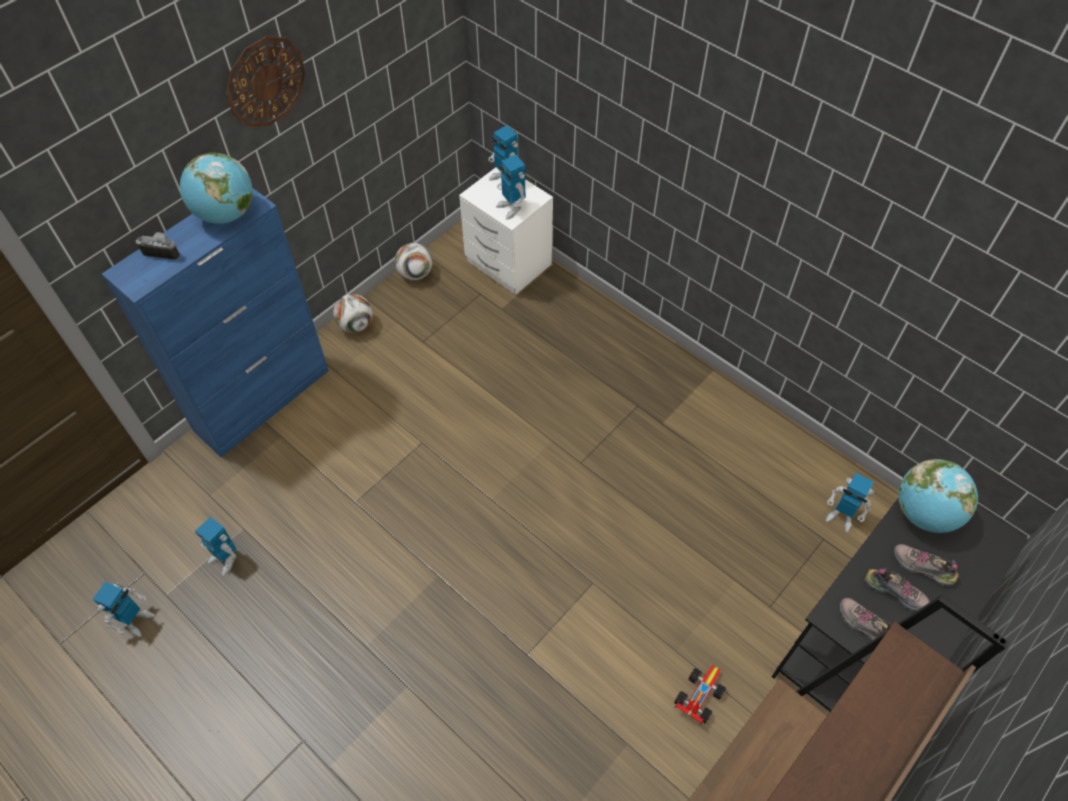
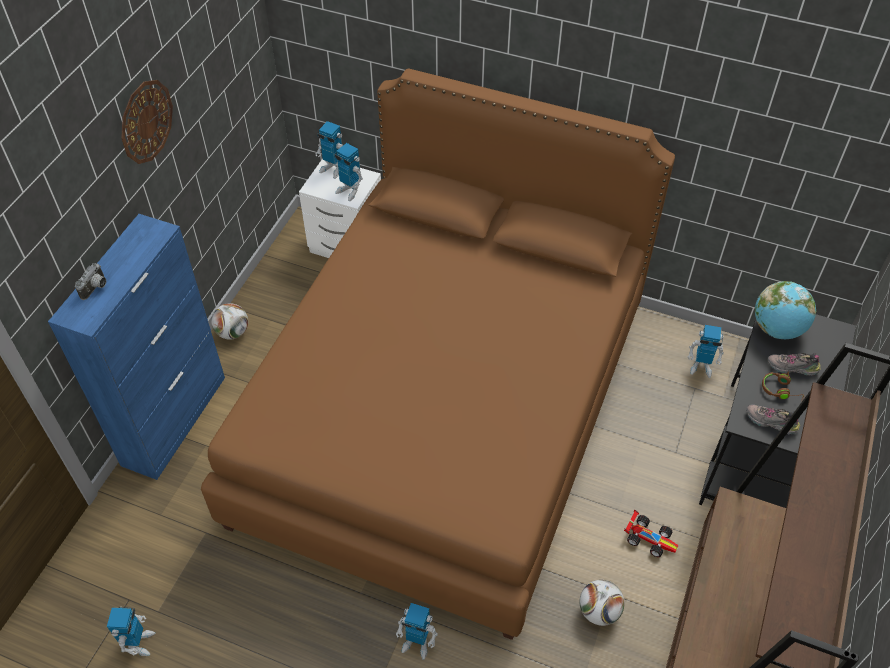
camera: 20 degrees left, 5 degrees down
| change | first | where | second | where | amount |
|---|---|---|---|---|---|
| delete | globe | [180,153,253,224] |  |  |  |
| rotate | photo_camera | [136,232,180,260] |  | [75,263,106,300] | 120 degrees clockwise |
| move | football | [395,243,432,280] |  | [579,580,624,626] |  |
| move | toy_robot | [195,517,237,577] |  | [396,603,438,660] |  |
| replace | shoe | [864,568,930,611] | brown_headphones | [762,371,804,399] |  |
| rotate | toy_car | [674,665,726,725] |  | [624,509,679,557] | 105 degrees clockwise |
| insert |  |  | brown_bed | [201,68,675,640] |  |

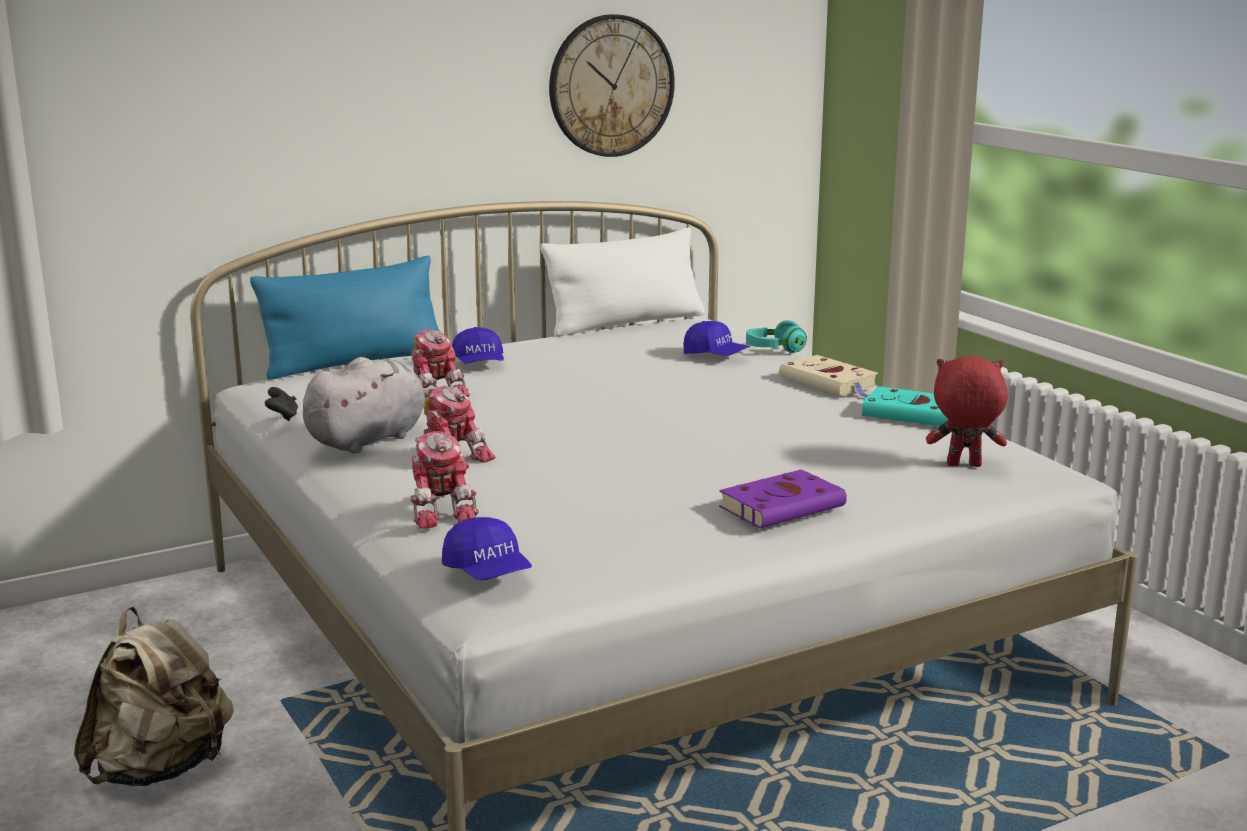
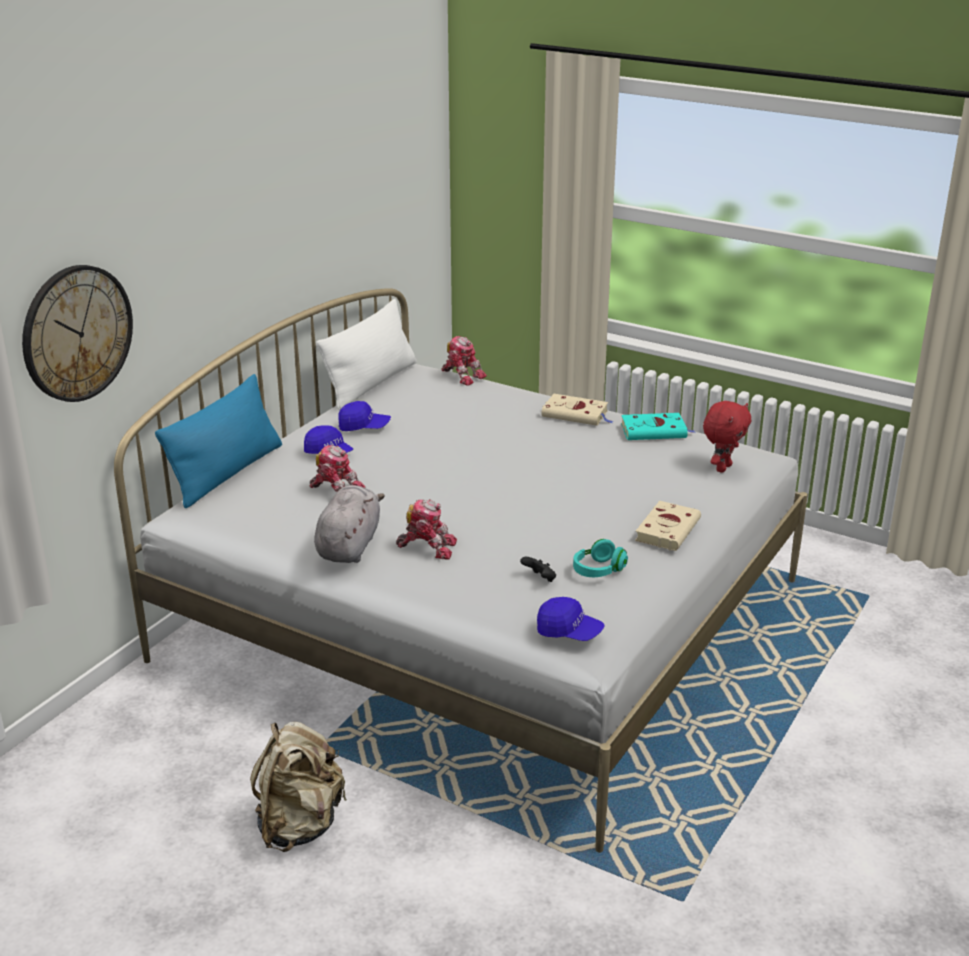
camera: 30 degrees left, 10 degrees up
| change | first | where | second | where | amount |
|---|---|---|---|---|---|
| move | wall_clock | [549,14,675,157] |  | [22,265,133,402] |  |
| move | turquoise_headphones | [746,320,807,353] |  | [573,539,628,577] |  |
| move | blue_cap | [684,321,750,356] |  | [338,401,391,431] |  |
| rotate | red_plush_toy | [926,356,1008,467] |  | [703,401,751,473] | 150 degrees clockwise |
| move | black_game_controller | [265,387,298,421] |  | [520,557,556,582] |  |
| move | toy_robot | [410,431,479,529] |  | [442,336,487,386] |  |
| recolor | purple_book | [719,469,847,529] | beige_book | [635,501,701,551] |  |

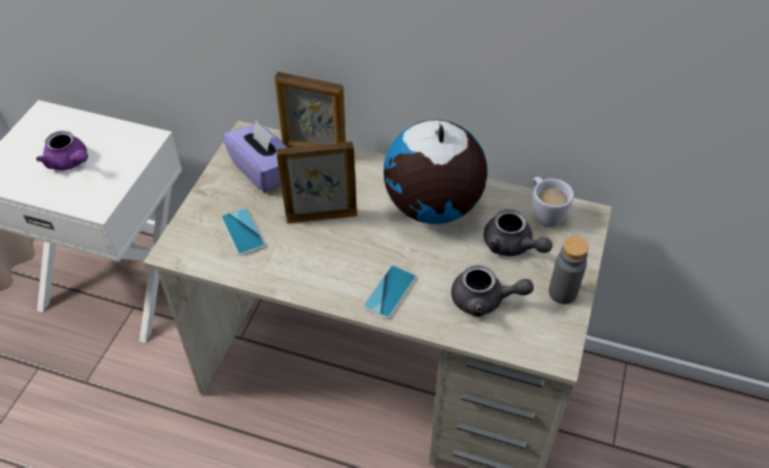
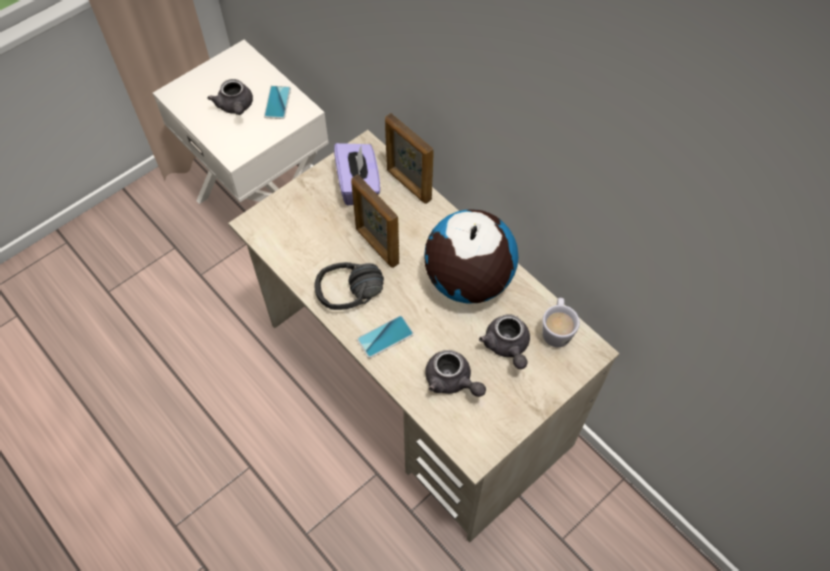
camera: 30 degrees right, 10 degrees up
| change | first | where | second | where | amount |
|---|---|---|---|---|---|
| recolor | purple_teapot | [36,131,88,170] | grey_teapot | [208,79,253,115] |  |
| rotate | picture_frame | [276,141,357,224] |  | [351,174,399,268] | 150 degrees counterclockwise |
| move | phone | [221,208,265,256] |  | [264,86,291,119] |  |
| delete | grey_bottle | [549,237,588,304] |  |  |  |
| insert |  |  | black_headphones | [314,262,384,310] |  |

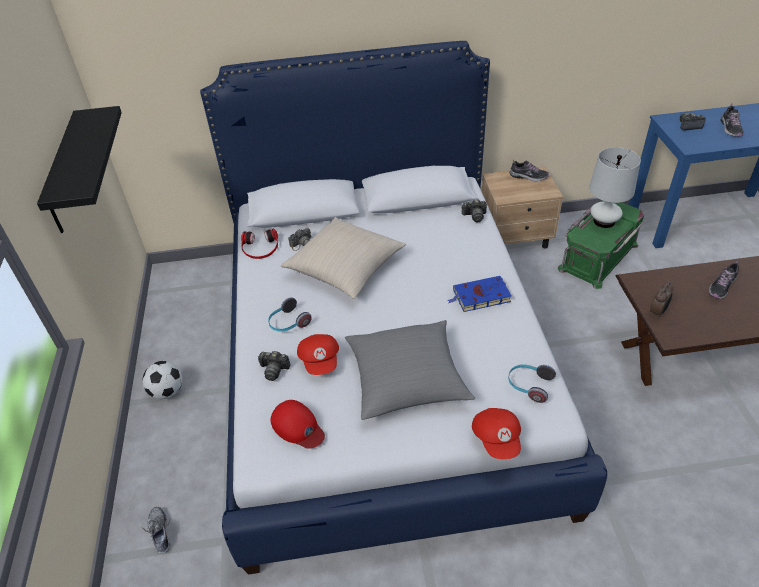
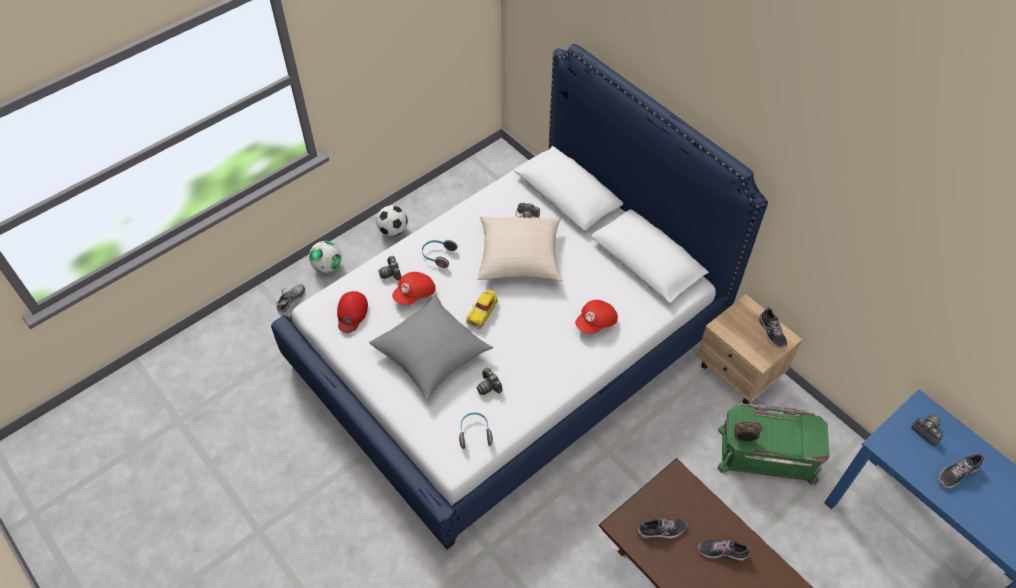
camera: 55 degrees right, 10 degrees up
| change | first | where | second | where | amount |
|---|---|---|---|---|---|
| delete | black_shelf | [37,106,122,233] |  |  |  |
| delete | white_table_lamp | [589,147,641,228] |  |  |  |
| move | photo_camera | [462,199,487,222] |  | [476,368,503,395] |  |
| delete | headphones | [241,228,278,259] |  |  |  |
| delete | blue_book | [448,276,512,312] |  |  |  |
| move | alarm_clock | [650,282,674,319] |  | [734,420,763,442] |  |
| move | red_cap | [472,408,521,459] |  | [575,300,618,334] |  |
| insert |  |  | football | [309,241,342,273] |  |
| insert |  |  | toy_car | [466,290,498,329] |  |
| insert |  |  | shoe | [637,518,687,539] |  |

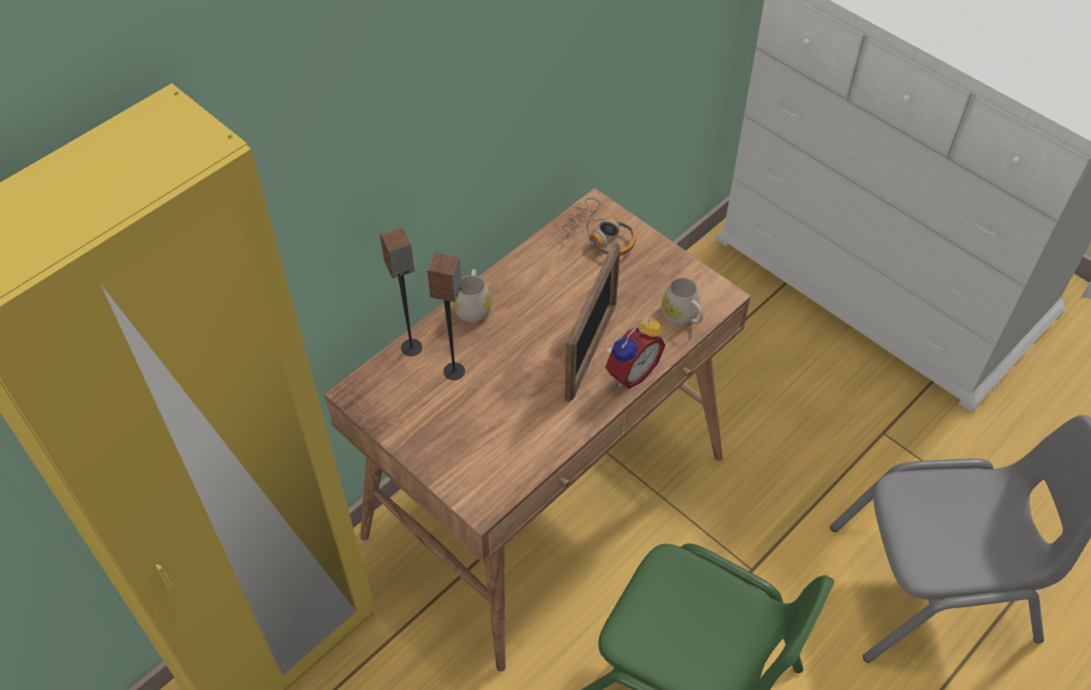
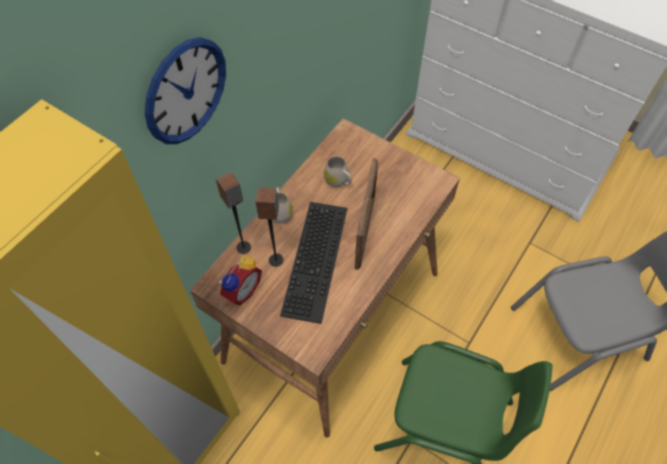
camera: 10 degrees left, 5 degrees up
| change | first | where | second | where | amount |
|---|---|---|---|---|---|
| delete | headphones | [562,198,636,256] |  |  |  |
| move | white_mug | [661,278,703,325] |  | [324,156,352,187] |  |
| move | alarm_clock | [605,317,666,389] |  | [219,255,262,306] |  |
| insert |  |  | wall_clock | [145,37,226,144] |  |
| insert |  |  | keyboard | [280,202,347,324] |  |

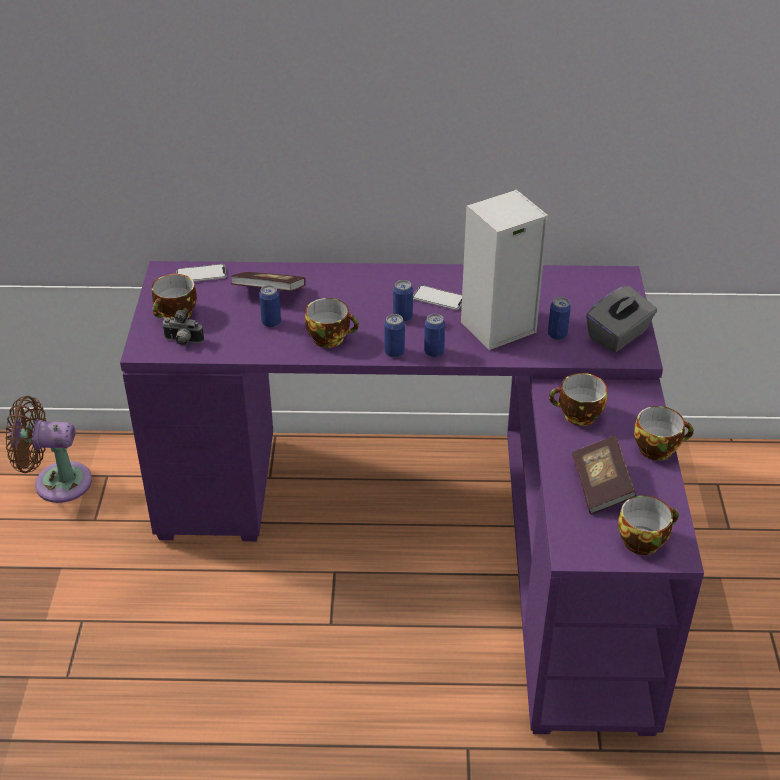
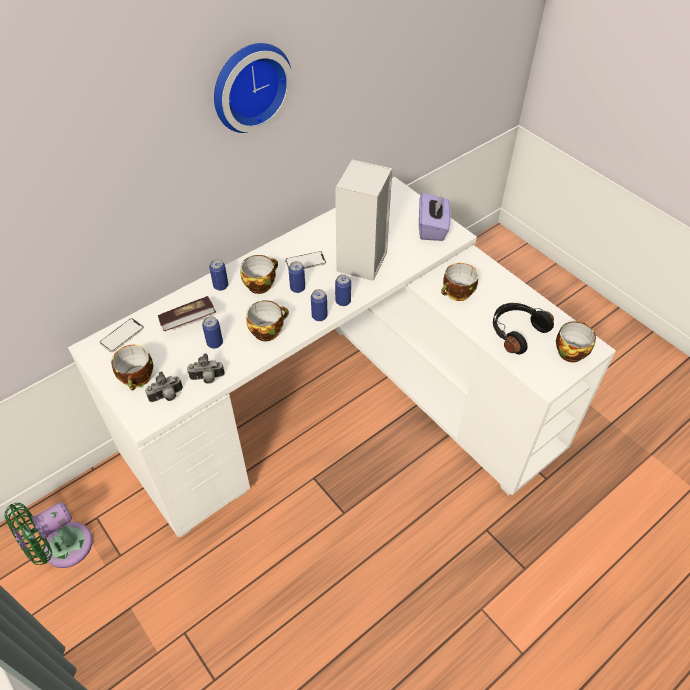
camera: 40 degrees left, 10 degrees up
| change | first | where | second | where | amount |
|---|---|---|---|---|---|
| recolor | purple_desk | [120,261,704,736] | white_desk | [68,177,616,537] |  |
| recolor | grey_tissue_box | [586,286,657,352] | purple_tissue_box | [419,193,451,241] |  |
| move | can | [548,297,571,340] |  | [209,259,228,291] |  |
| recolor | brown_fan | [5,396,92,503] | green_fan | [5,503,93,568] |  |
| move | cup | [634,406,694,461] |  | [240,255,278,294] |  |
| replace | book | [572,435,636,514] | black_headphones | [493,303,554,354] |  |
| insert |  |  | wall_clock | [214,43,293,133] |  |
| insert |  |  | photo_camera | [187,353,225,384] |  |

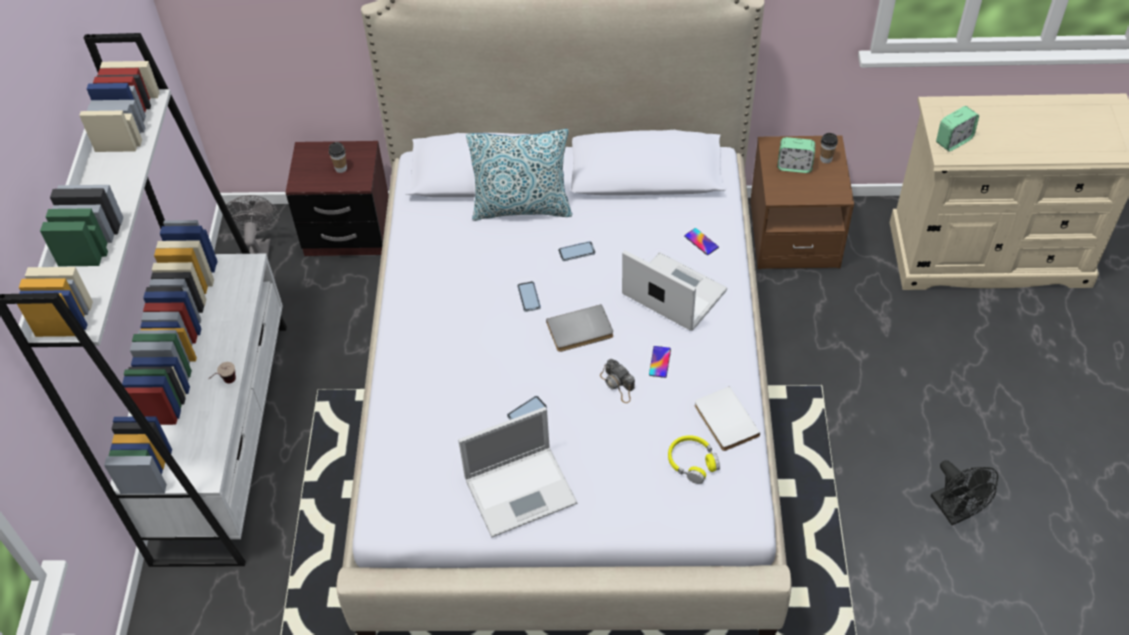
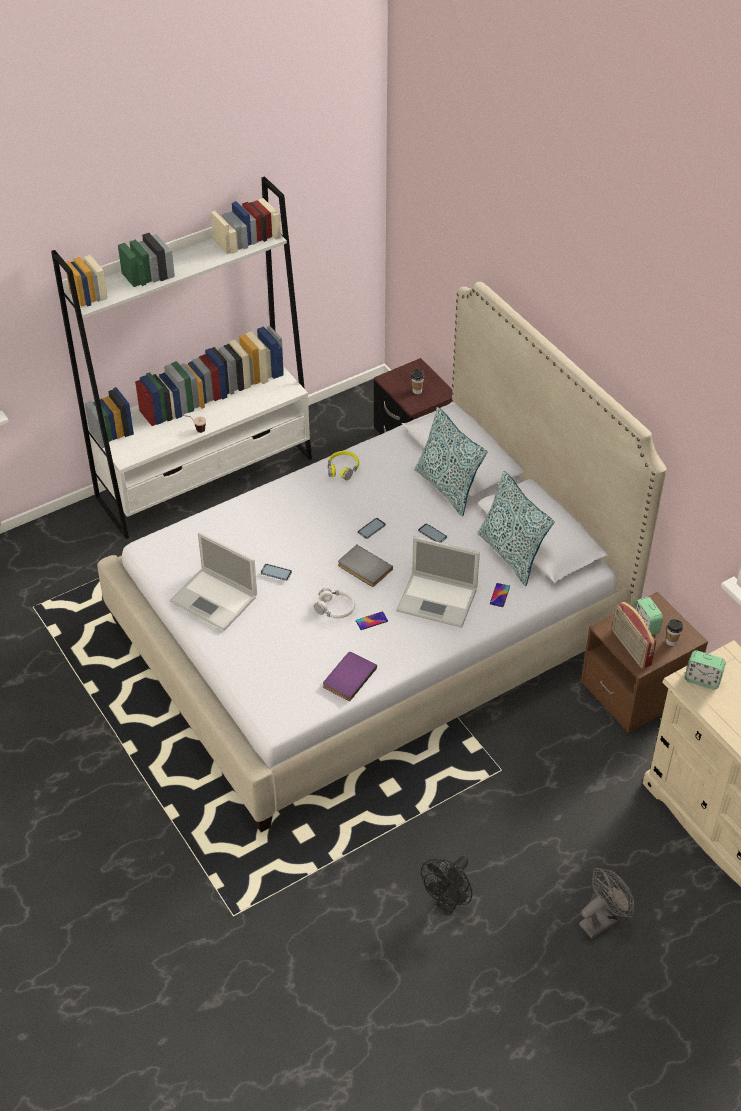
camera: 55 degrees right, 5 degrees down
| change | first | where | second | where | amount |
|---|---|---|---|---|---|
| move | grey_fan | [226,195,281,257] |  | [579,868,634,939] |  |
| rotate | laptop | [622,250,727,331] |  | [396,536,480,628] | 105 degrees clockwise |
| replace | photo_camera | [600,359,635,403] | white_headphones | [314,588,355,618] |  |
| recolor | white_book | [695,386,760,451] | purple_book | [323,652,377,701] |  |
| move | yellow_headphones | [668,435,720,484] |  | [328,451,359,480] |  |
| insert |  |  | pillow | [477,471,554,586] |  |
| insert |  |  | radio | [612,601,656,669] |  |

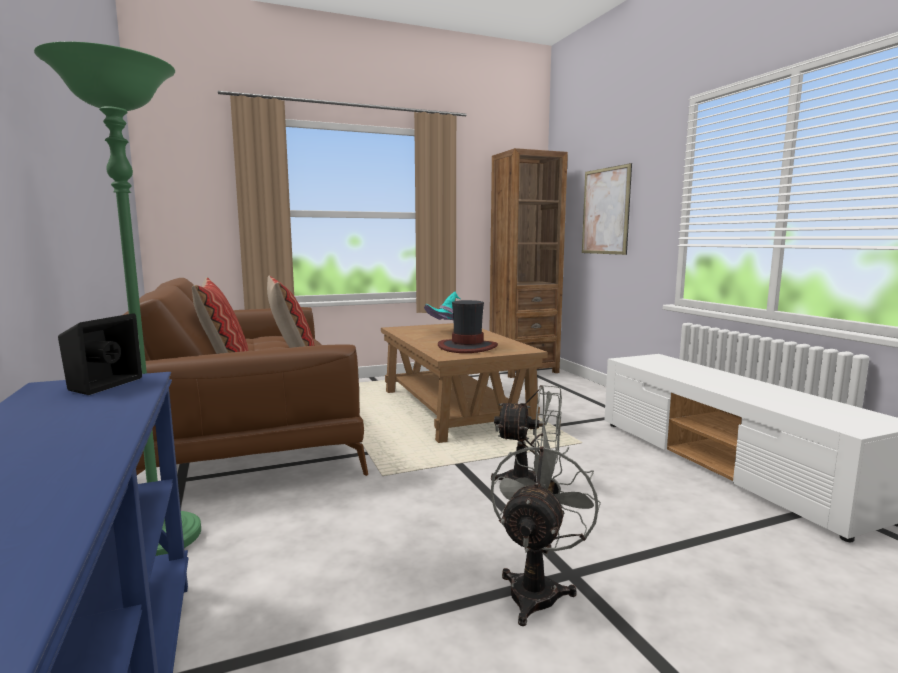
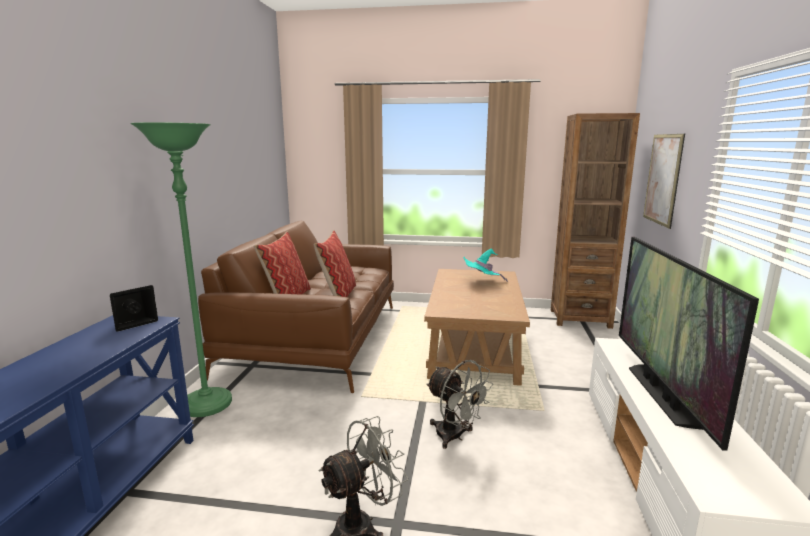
camera: 30 degrees right, 5 degrees up
| change | first | where | second | where | amount |
|---|---|---|---|---|---|
| delete | hat | [438,300,498,353] |  |  |  |
| insert |  |  | television | [619,237,759,451] |  |

